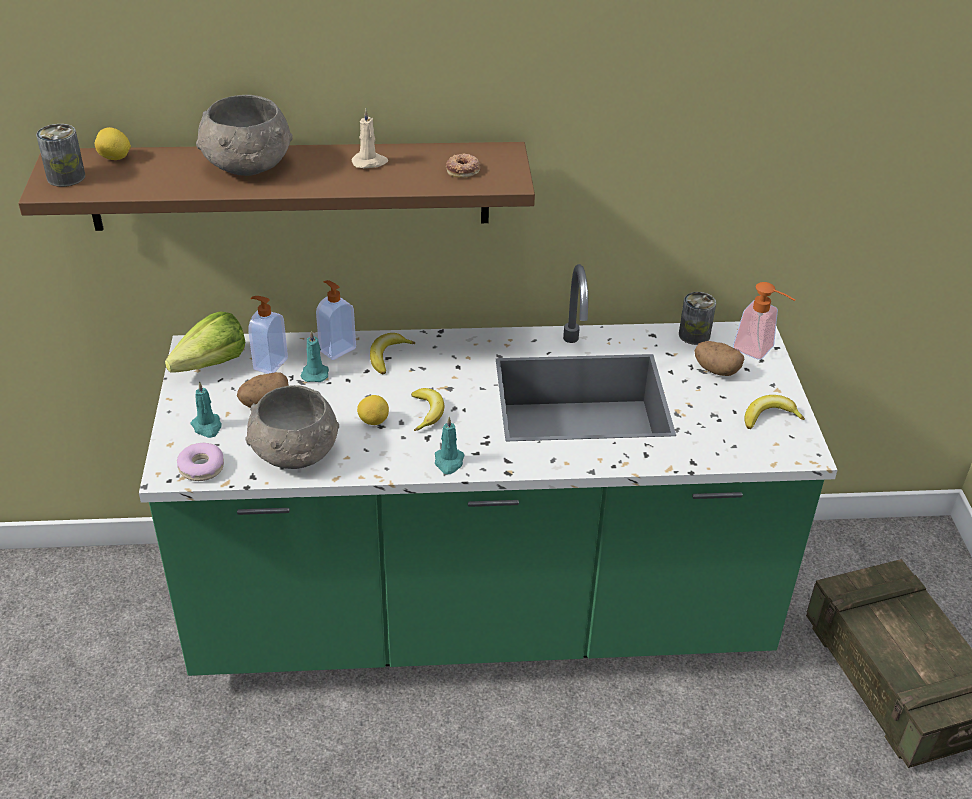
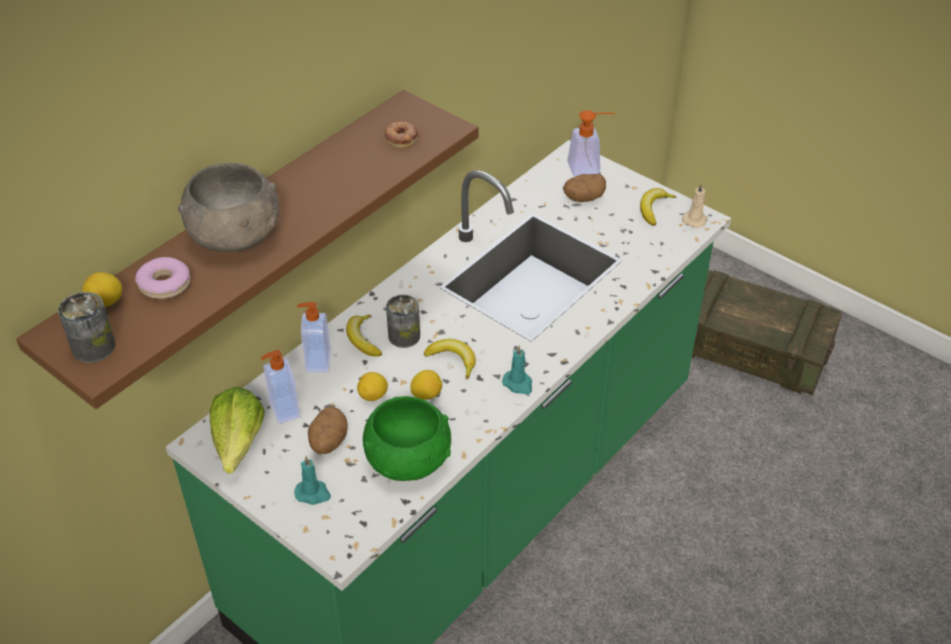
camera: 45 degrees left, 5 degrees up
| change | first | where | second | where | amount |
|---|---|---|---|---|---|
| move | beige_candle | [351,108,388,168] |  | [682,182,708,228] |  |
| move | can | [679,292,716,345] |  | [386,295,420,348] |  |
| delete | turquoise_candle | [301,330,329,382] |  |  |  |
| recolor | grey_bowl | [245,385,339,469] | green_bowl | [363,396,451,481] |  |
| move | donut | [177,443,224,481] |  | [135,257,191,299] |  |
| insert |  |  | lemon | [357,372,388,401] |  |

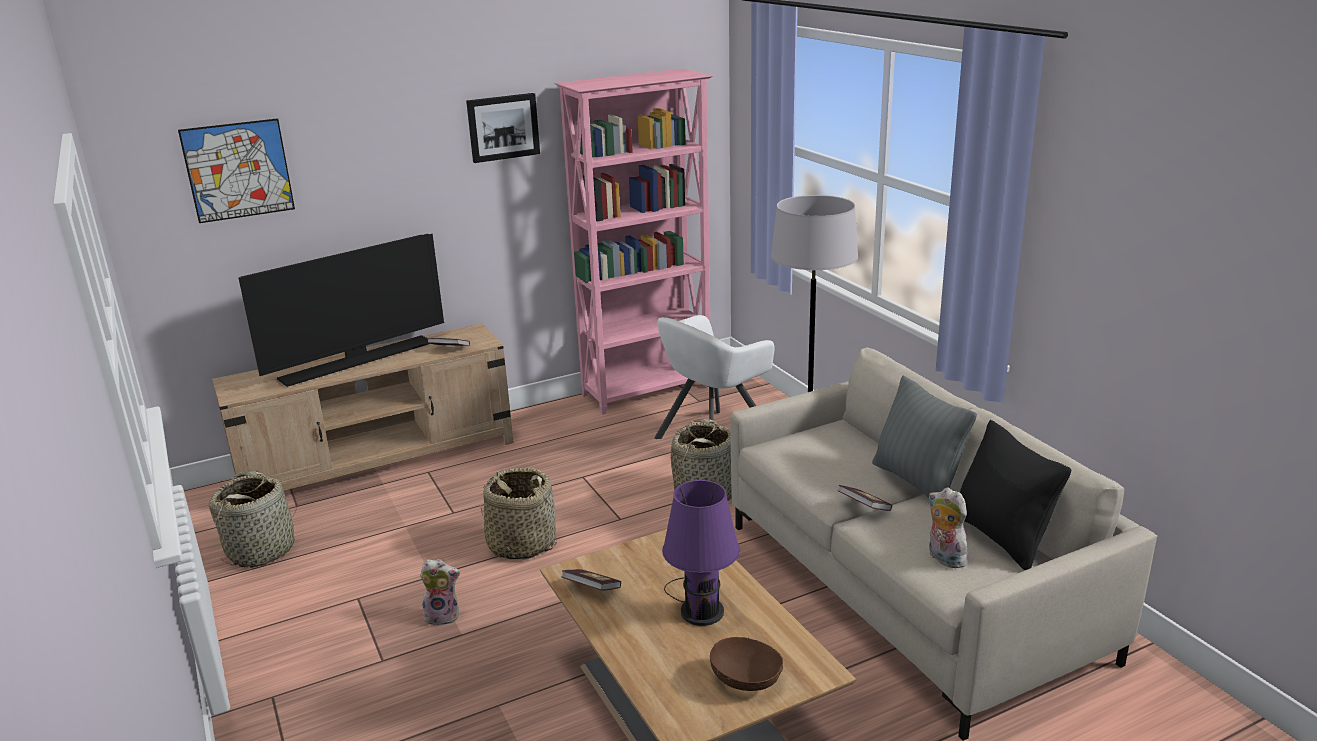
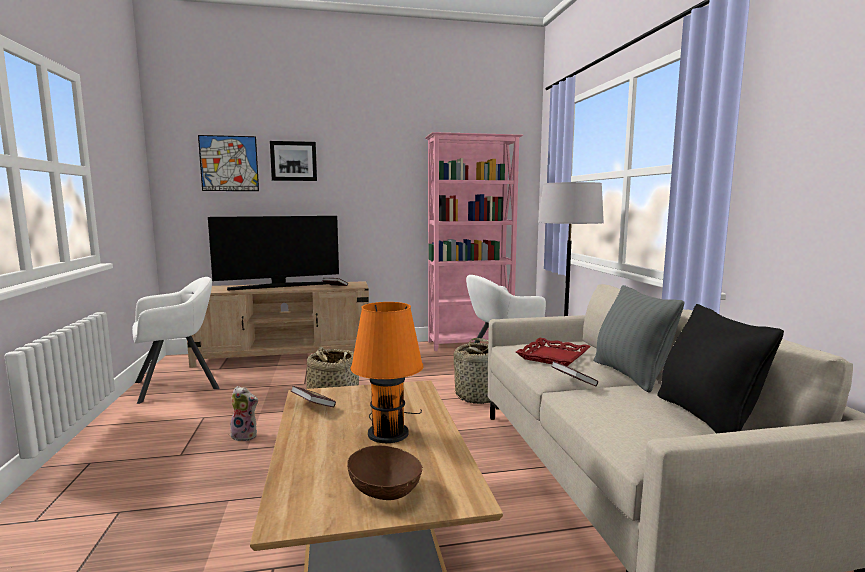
camera: 15 degrees right, 15 degrees down
| change | first | where | second | where | amount |
|---|---|---|---|---|---|
| move | picture | [466,93,540,163] |  | [270,141,317,181] |  |
| replace | basket | [209,471,298,567] | white_armchair | [132,277,220,404] |  |
| recolor | purple_table_lamp | [662,480,740,626] | orange_table_lamp | [350,302,423,443] |  |
| delete | plush_toy | [929,488,969,569] |  |  |  |
| insert |  |  | red_tray | [516,338,591,366] |  |

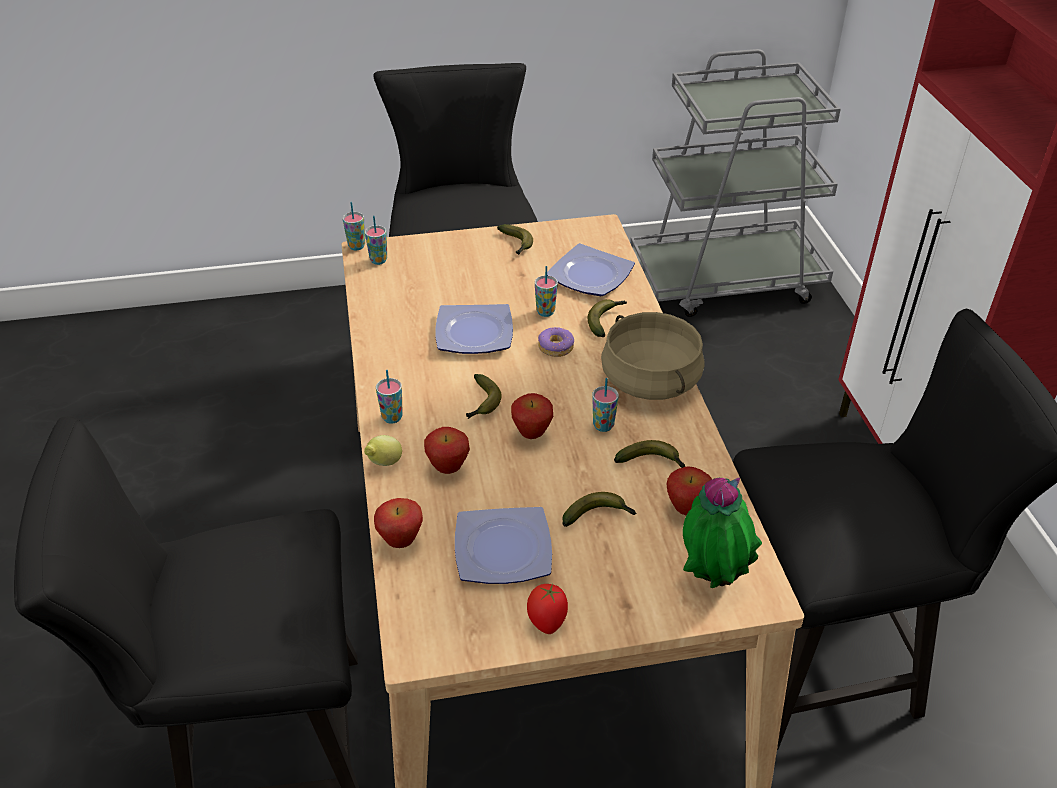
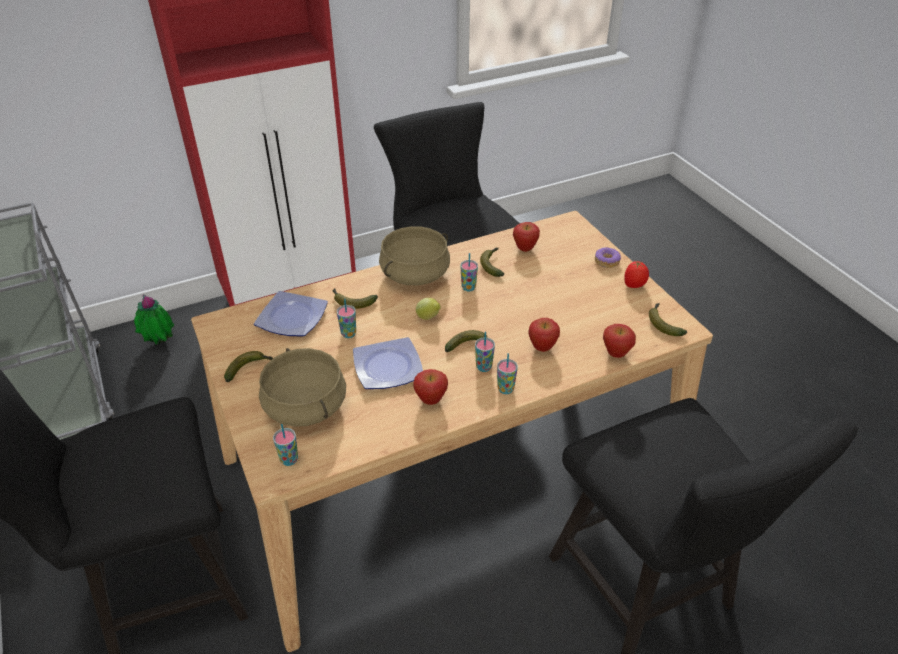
camera: 105 degrees left, 0 degrees up
| change | first | where | second | where | amount |
|---|---|---|---|---|---|
| move | cup | [342,202,365,250] |  | [475,331,495,372] |  |
| move | donut | [538,327,574,357] |  | [595,247,621,268] |  |
| move | apple | [511,393,553,439] |  | [413,369,448,405] |  |
| move | lemon | [364,435,402,466] |  | [416,298,441,320] |  |
| move | potted_plant | [683,477,762,588] |  | [134,294,174,345] |  |
| move | banana | [562,492,637,527] |  | [649,303,687,336] |  |
| delete | plate | [455,507,552,584] |  |  |  |
| insert |  |  | beige_cooking_pot | [259,348,346,427] |  |

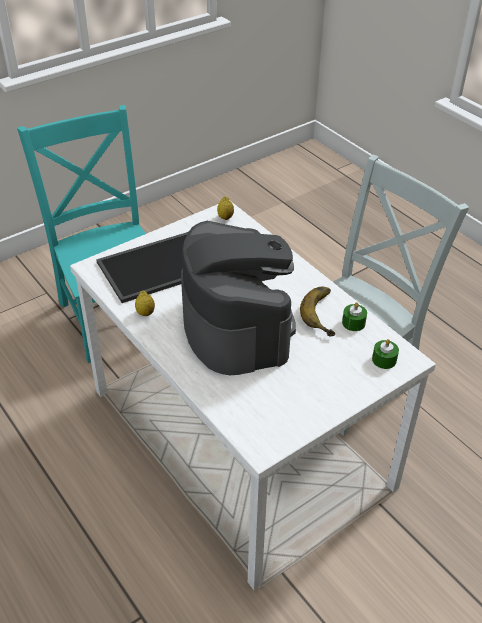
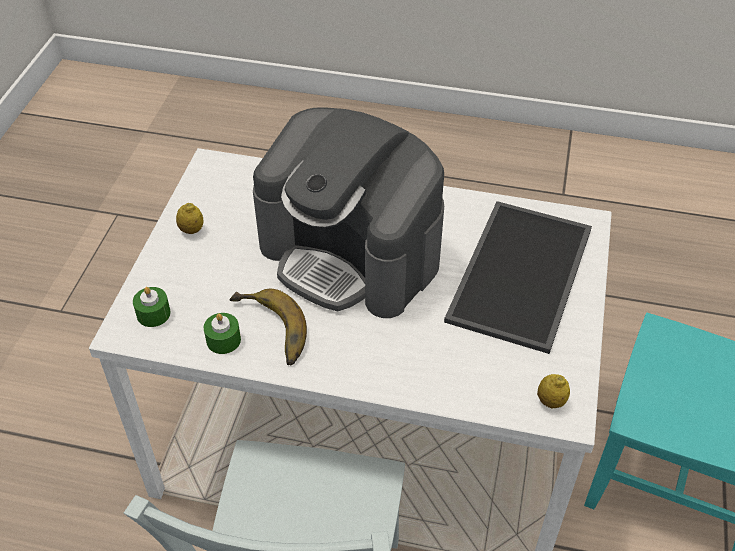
camera: 140 degrees right, 5 degrees up
| change | first | where | second | where | amount |
|---|---|---|---|---|---|
| move | lemon | [135,291,155,316] |  | [176,203,204,234] |  |

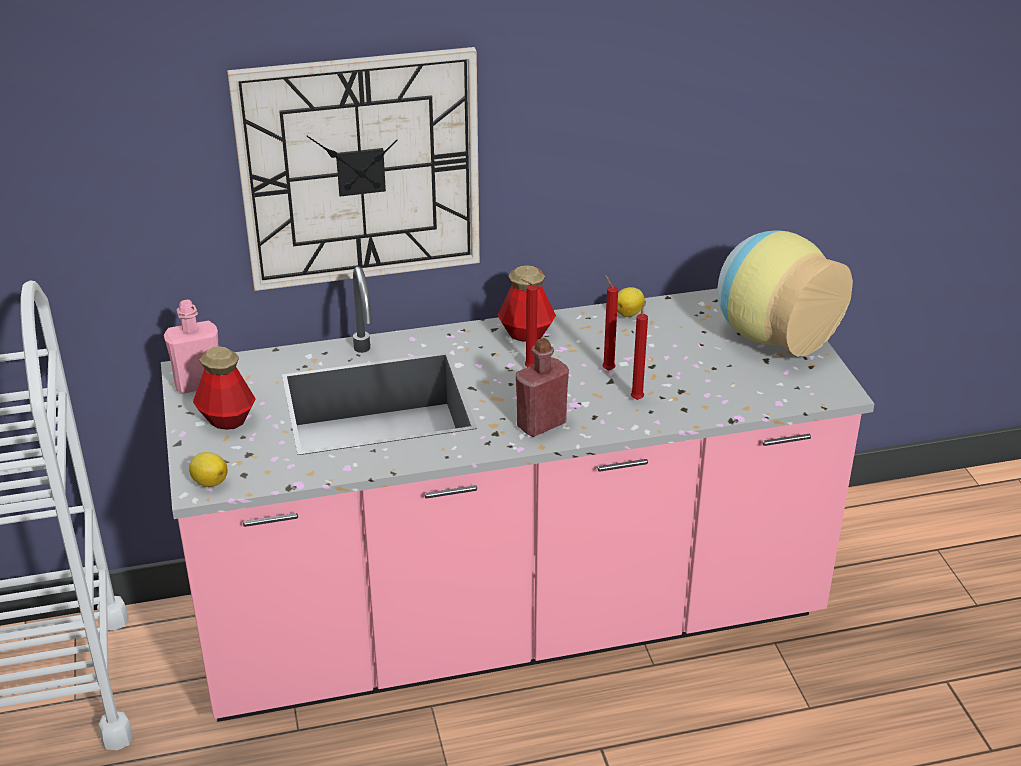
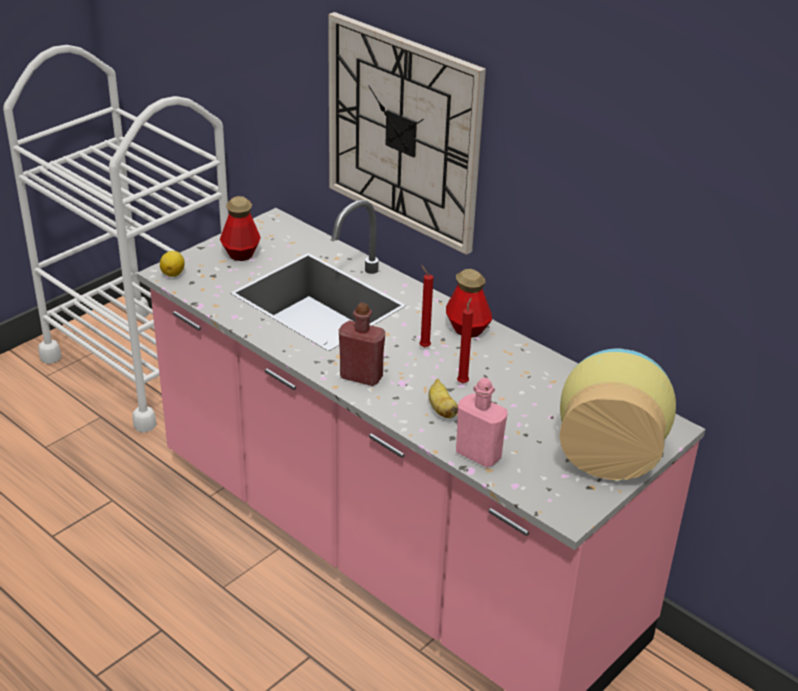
camera: 55 degrees right, 0 degrees up
| change | first | where | second | where | amount |
|---|---|---|---|---|---|
| delete | lemon | [617,287,645,317] |  |  |  |
| move | pink_bottle | [164,300,218,394] |  | [456,378,508,467] |  |
| replace | red_candle | [631,301,648,400] | banana | [429,379,458,418] |  |

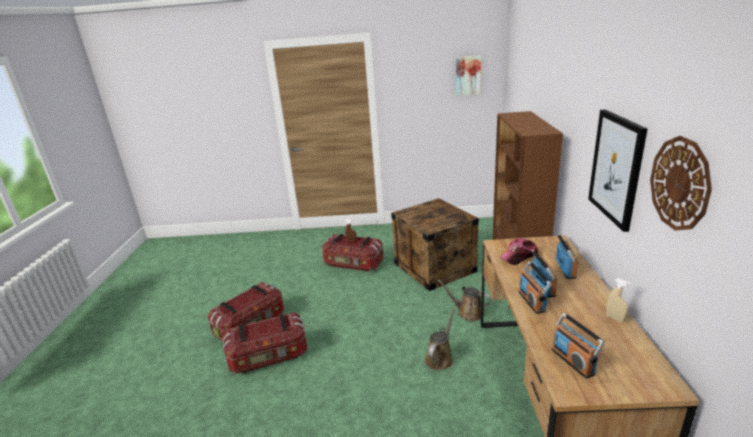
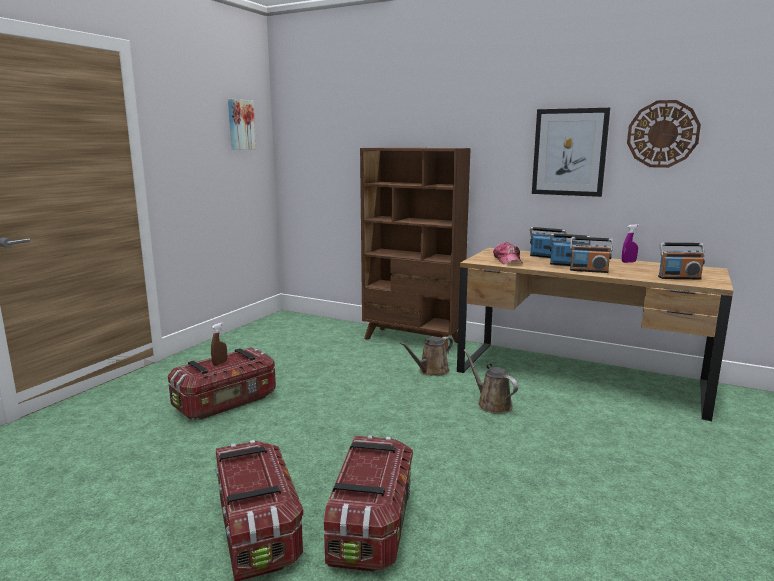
camera: 65 degrees left, 10 degrees down
| change | first | where | second | where | amount |
|---|---|---|---|---|---|
| delete | crate | [391,198,479,291] |  |  |  |
| recolor | beige_spray_bottle | [606,279,631,322] | purple_spray_bottle | [622,224,639,263] |  |

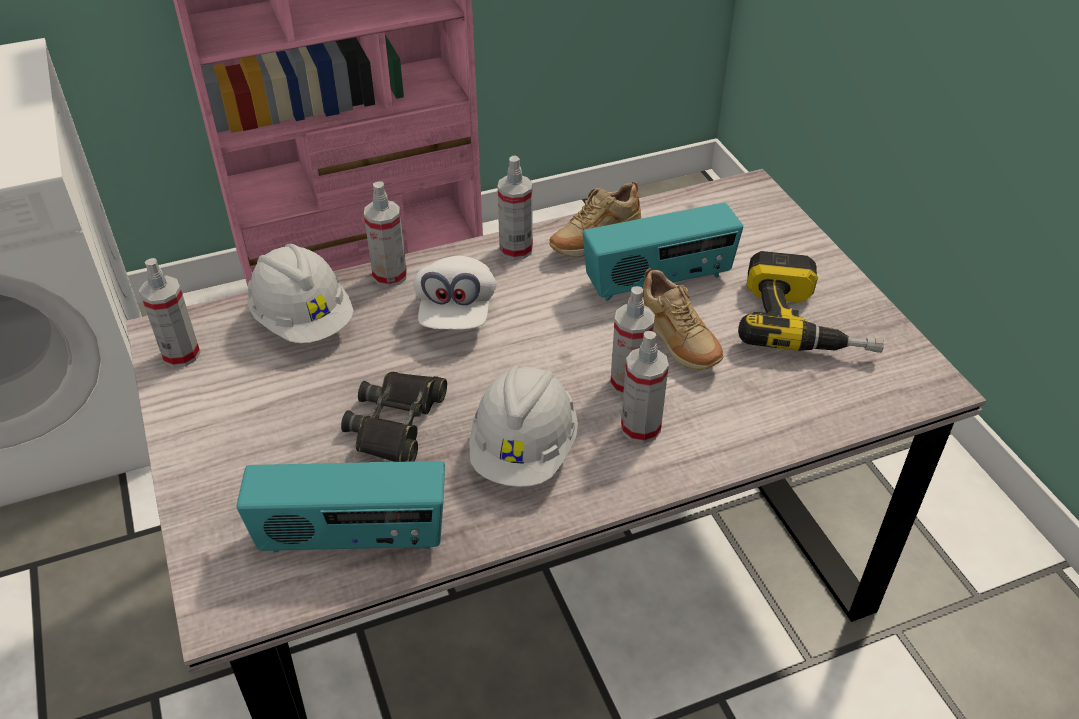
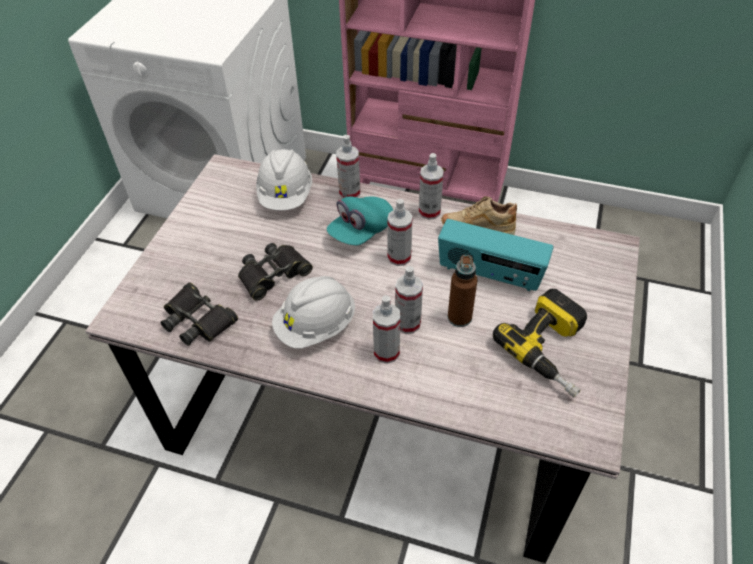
camera: 40 degrees right, 5 degrees up
| change | first | where | second | where | amount |
|---|---|---|---|---|---|
| recolor | white_cap | [413,256,497,330] | turquoise_cap | [327,196,393,245] |  |
| move | spray_bottle | [139,258,201,368] |  | [387,199,413,266] |  |
| replace | beige_shoe | [643,268,723,370] | brown_bottle | [448,255,477,327] |  |
| replace | radio | [237,461,445,552] | black_binoculars | [161,282,238,346] |  |

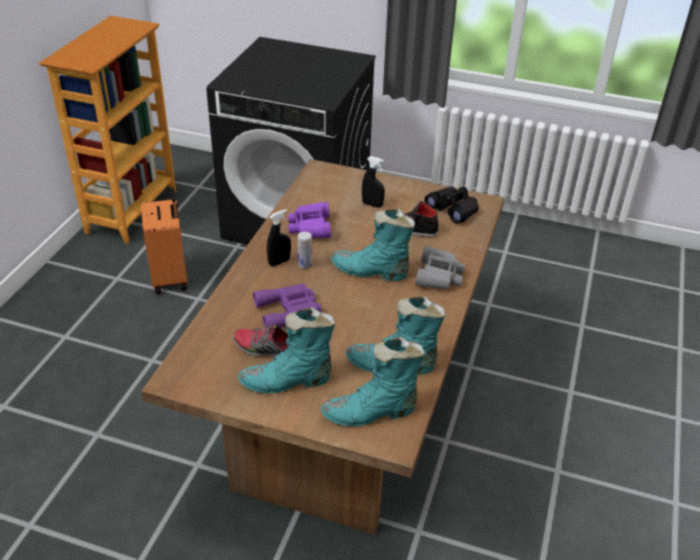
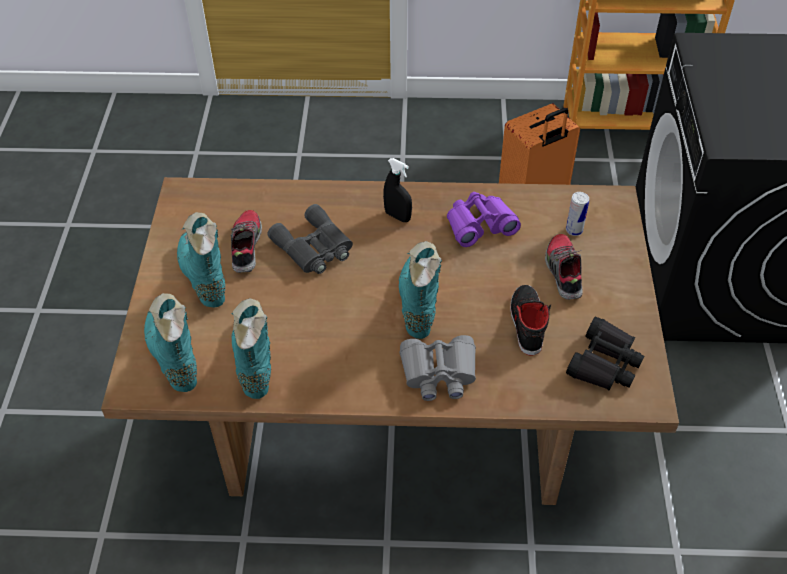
camera: 75 degrees right, 10 degrees up
| change | first | where | second | where | amount |
|---|---|---|---|---|---|
| replace | black_spray_bottle | [362,156,385,208] | shoe | [545,234,583,300] |  |
| move | can | [298,232,312,269] |  | [566,192,589,236] |  |
| recolor | purple_binoculars | [253,283,322,328] | grey_binoculars | [268,204,353,274] |  |

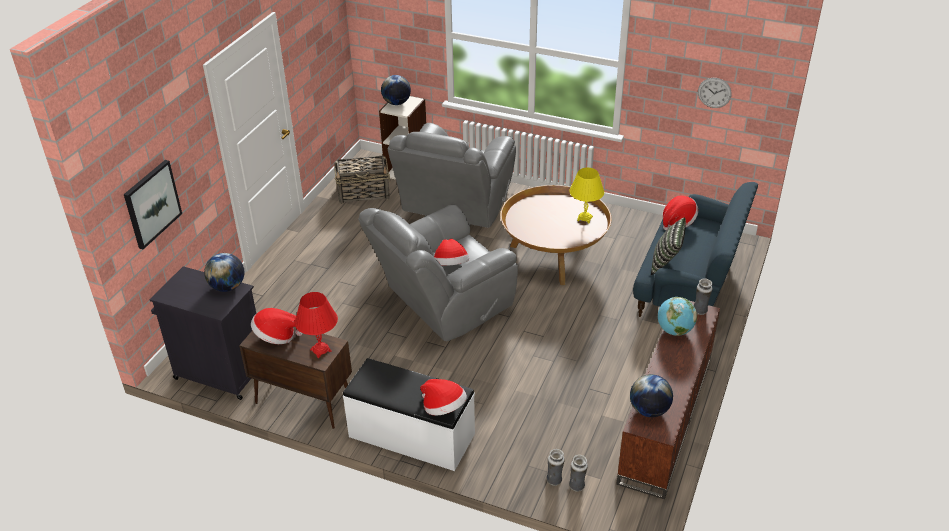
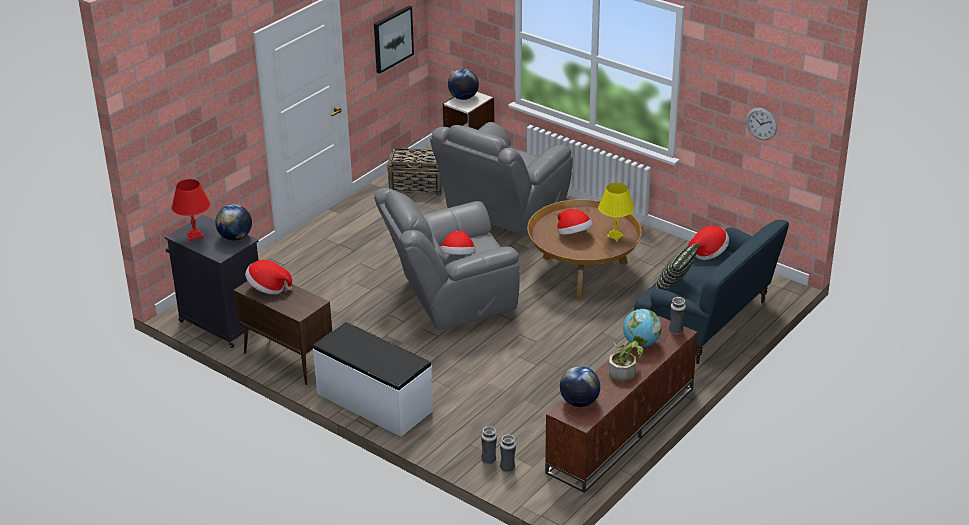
camera: 15 degrees right, 5 degrees down
| change | first | where | second | where | amount |
|---|---|---|---|---|---|
| move | picture | [124,160,182,249] |  | [374,6,414,74] |  |
| move | red_table_lamp | [295,292,338,358] |  | [172,179,210,242] |  |
| move | hat | [420,379,467,415] |  | [557,209,593,235] |  |
| insert |  |  | potted_plant | [609,341,643,382] |  |

